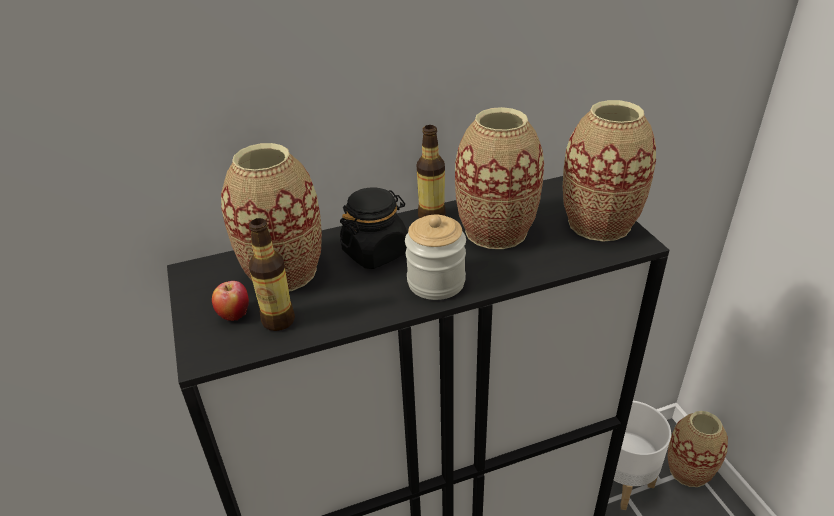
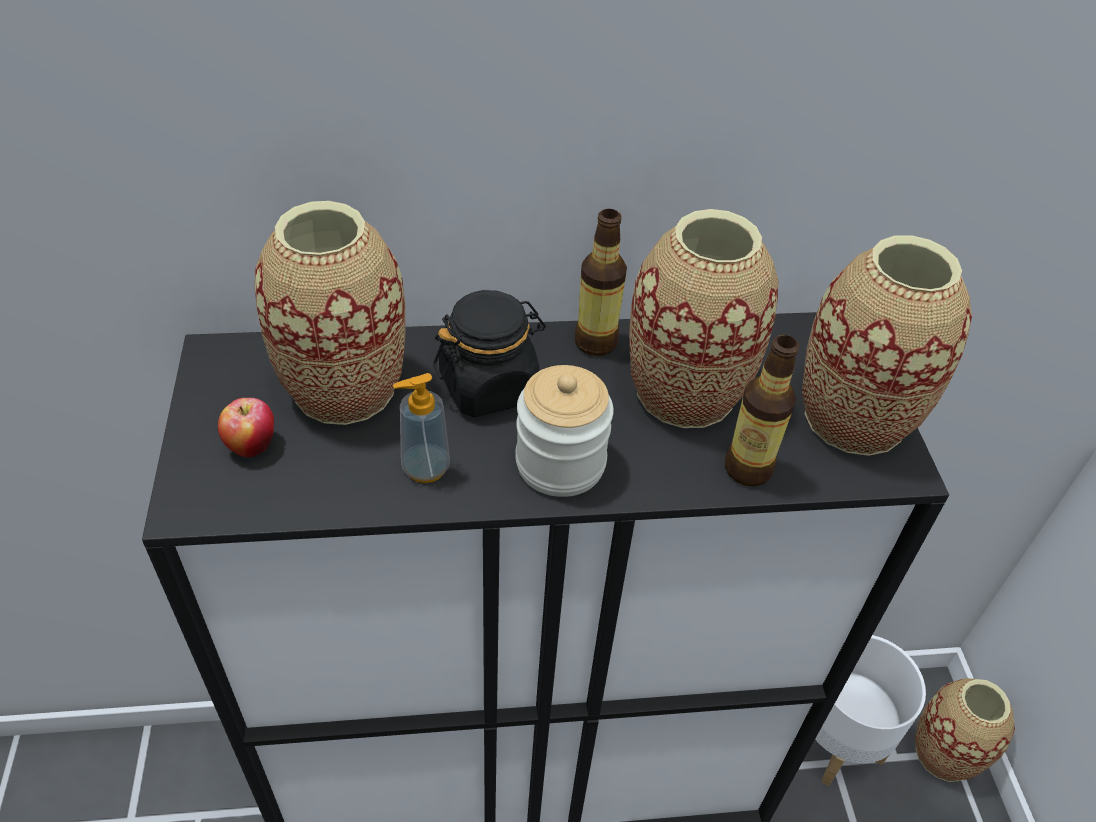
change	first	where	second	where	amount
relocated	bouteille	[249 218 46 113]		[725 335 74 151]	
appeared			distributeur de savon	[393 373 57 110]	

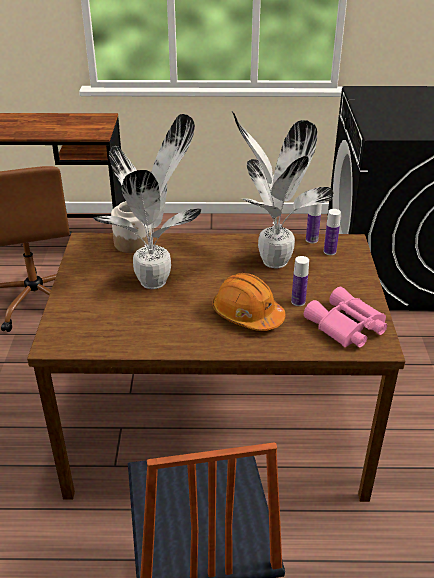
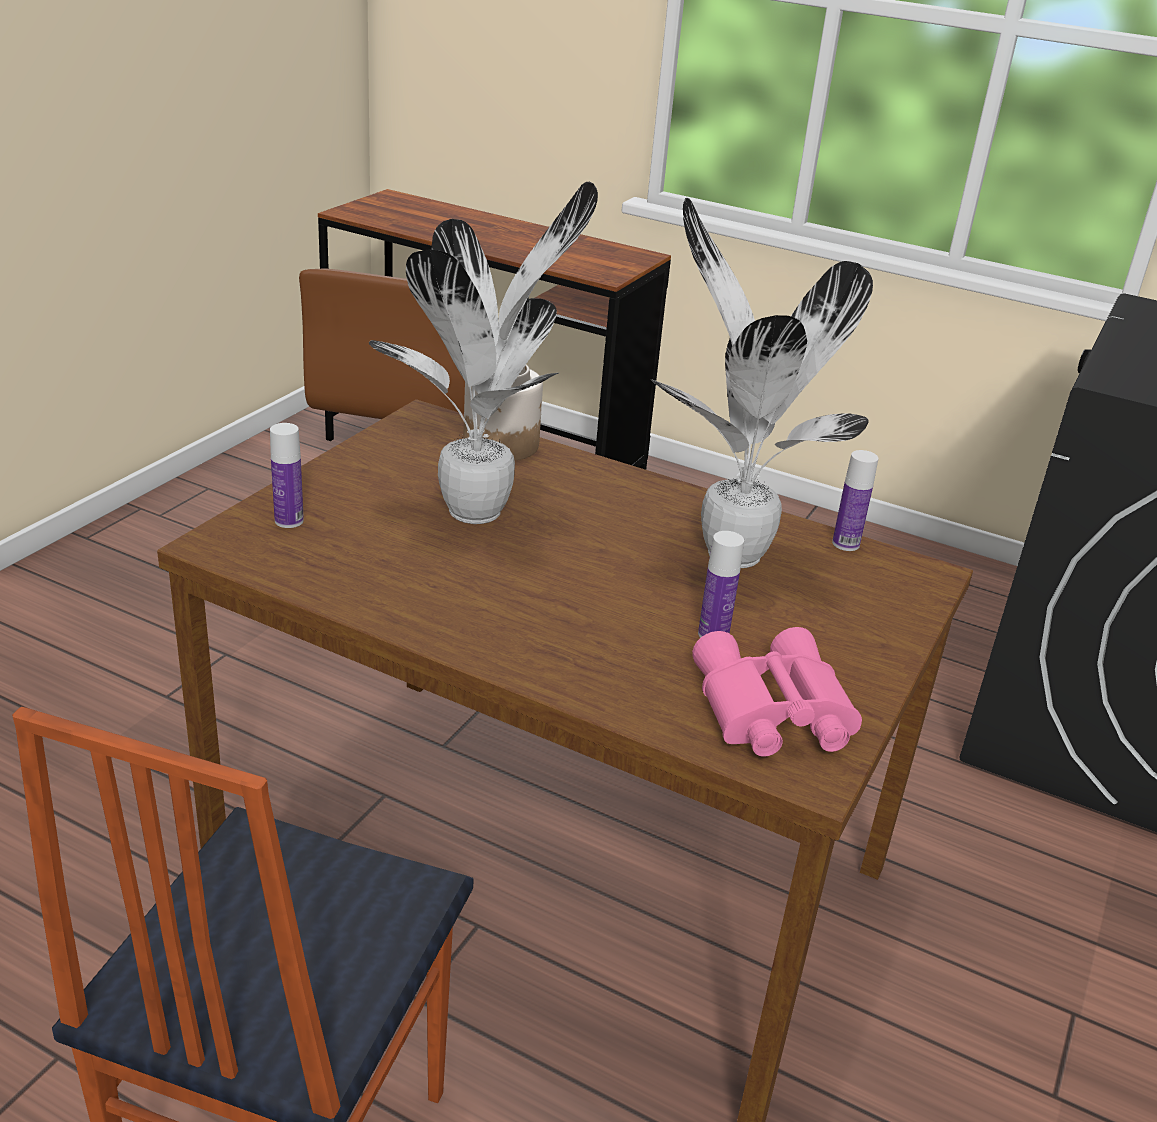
change	first	where	second	where	amount
relocated	bouteille	[324 209 17 46]		[270 423 34 105]	
missing	casque de chantier (orange)	[212 273 74 58]			

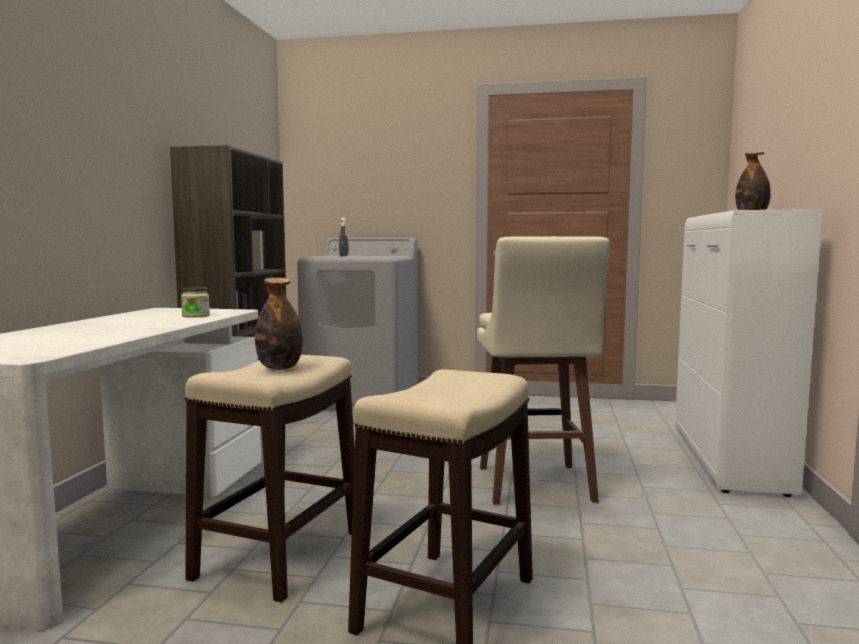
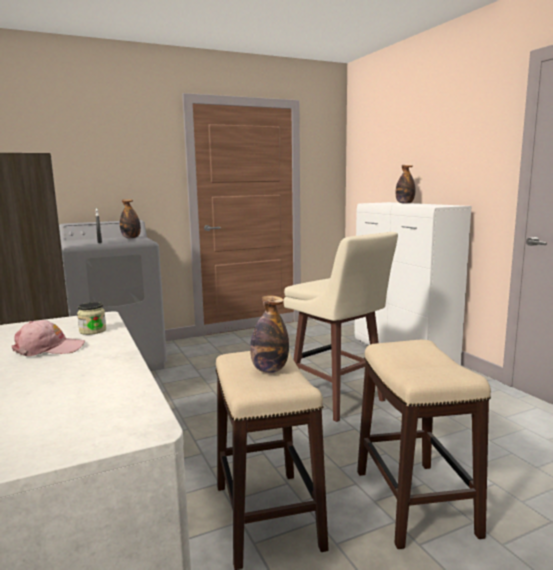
change	first	where	second	where	amount
appeared			bouteille	[120 199 21 40]	
appeared			casquette (rose)	[12 320 73 36]	

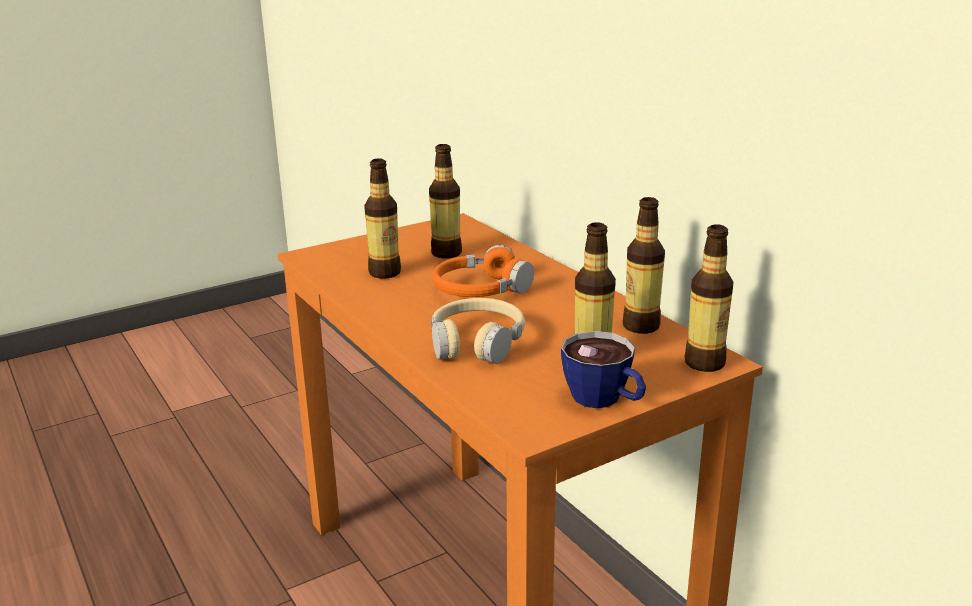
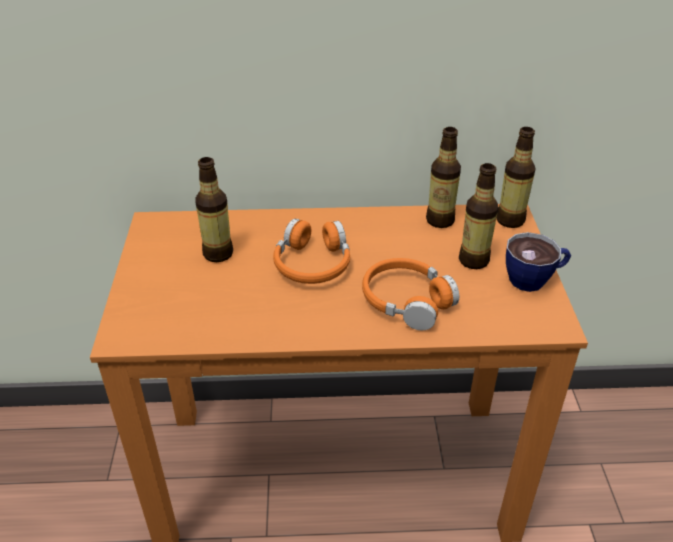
change	first	where	second	where	amount
missing	bouteille	[364 158 37 121]			
colour	casque audio (beige)	[431 298 94 66]	casque audio (orange)	[362 258 97 72]	

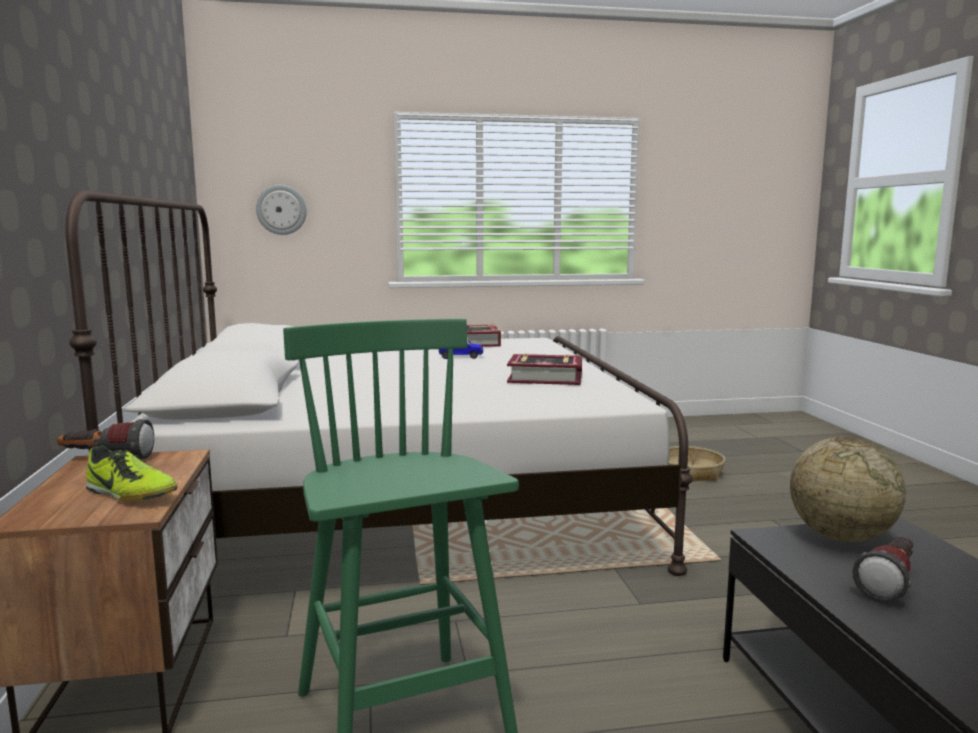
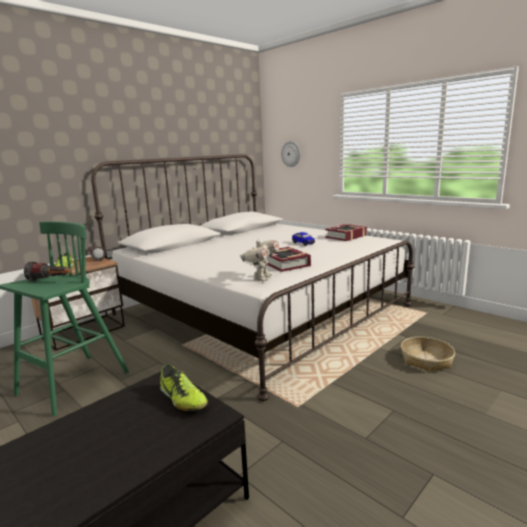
change	first	where	second	where	amount
exchanged	globe	[790 436 116 106]	chaussure	[160 364 48 47]	
relocated	lampe de poche	[852 537 62 66]		[24 261 47 20]	
appeared			robot jouet	[240 236 39 45]	

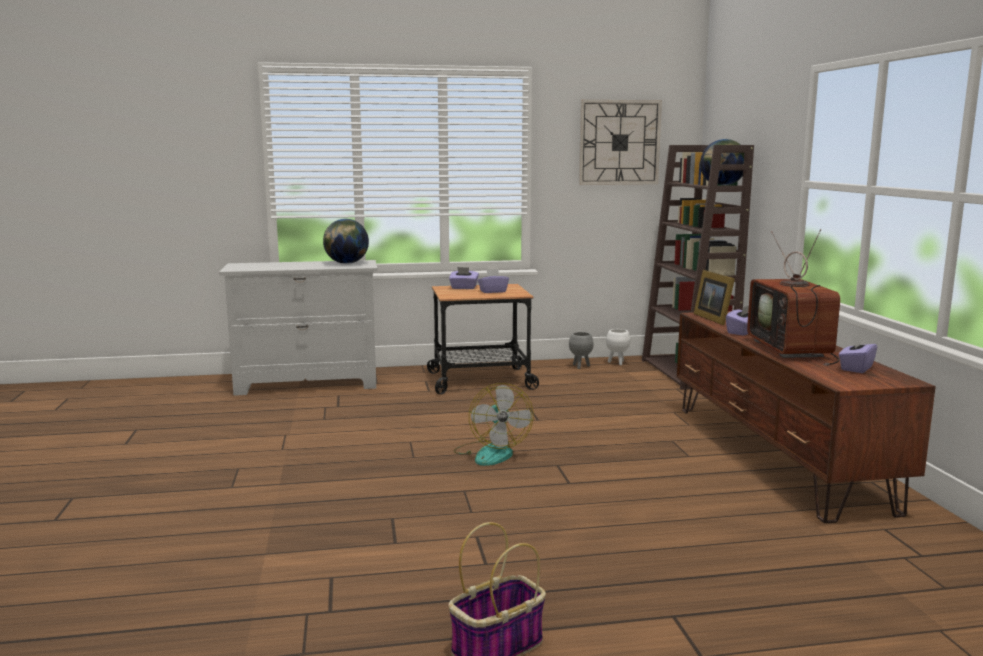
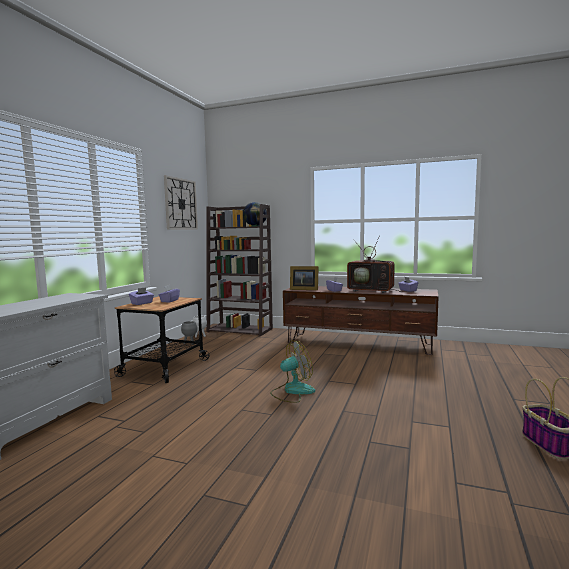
change	first	where	second	where	amount
missing	globe	[323 219 46 45]			
spun	ventilateur	[453 383 80 83]		[270 340 45 63]	45 degrees counterclockwise

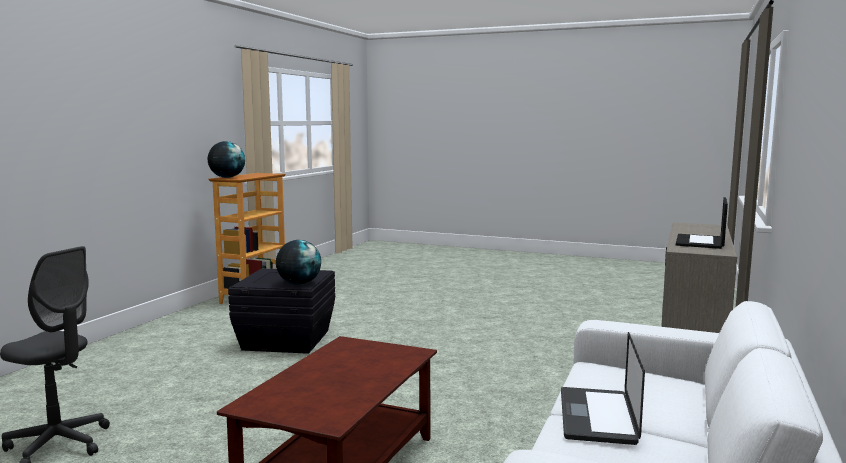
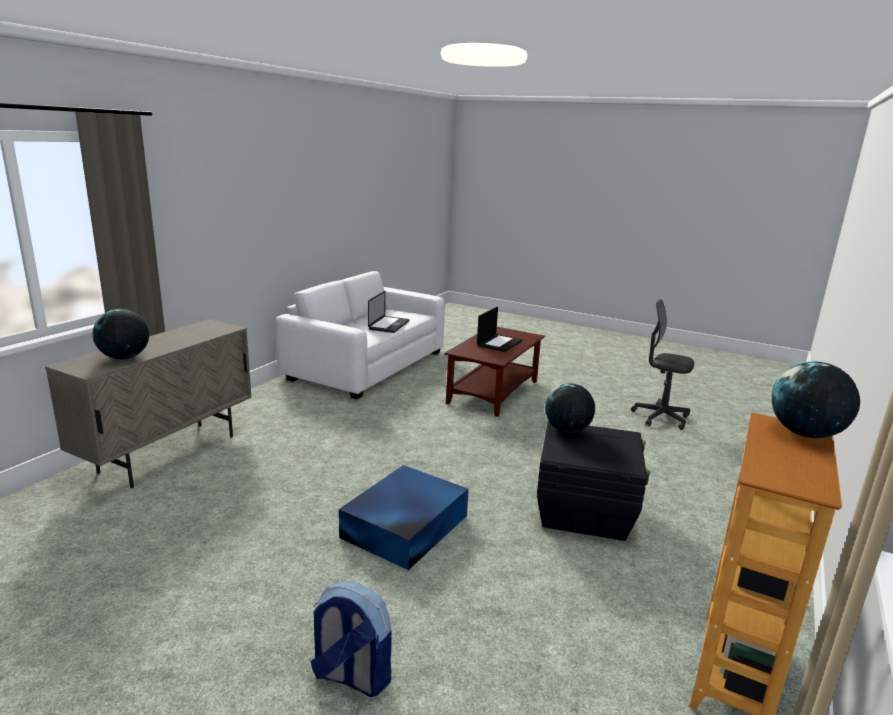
change	first	where	second	where	amount
relocated	ordinateur portable	[676 197 52 52]		[477 307 46 45]	
appeared			globe	[93 309 56 50]	
appeared			boîte de rangement (bleu)	[339 465 130 105]	
appeared			sac à dos	[310 581 82 116]	

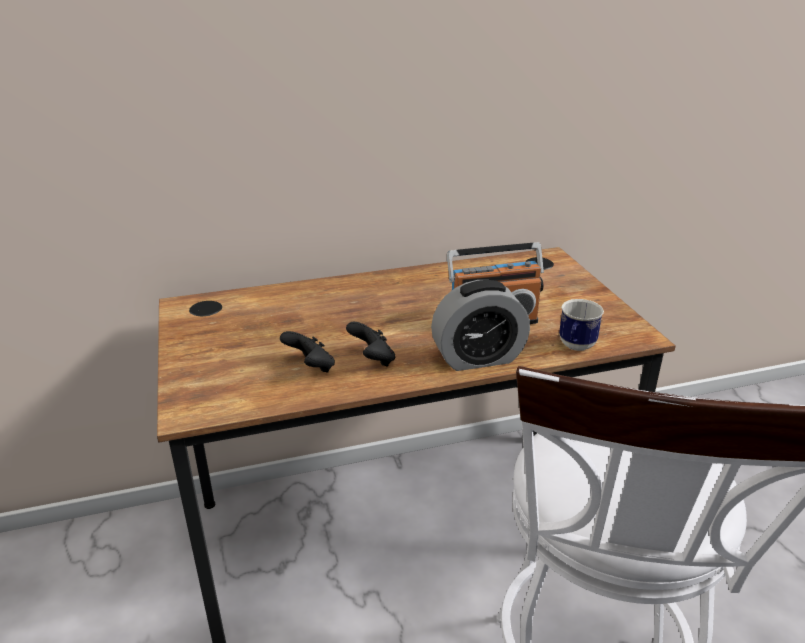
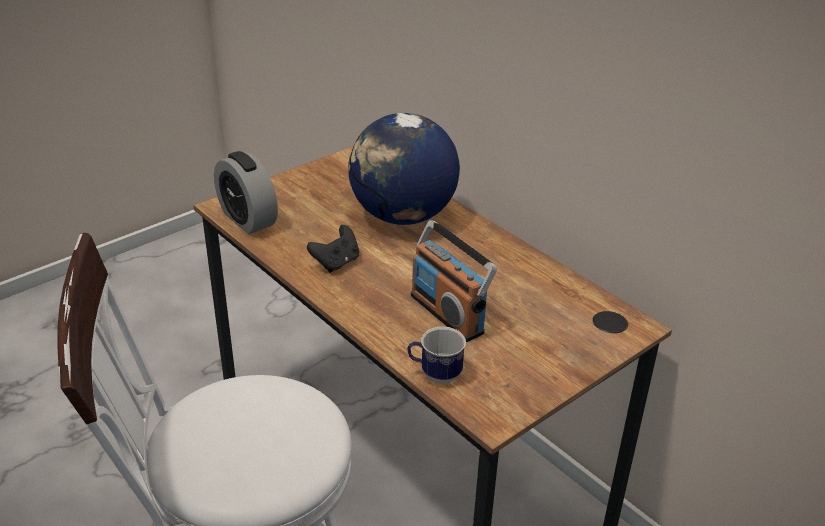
change	first	where	second	where	amount
relocated	réveil	[431 280 99 91]		[214 151 64 83]	
missing	manette (noir)	[280 331 55 42]			
appeared			globe	[348 113 112 112]	

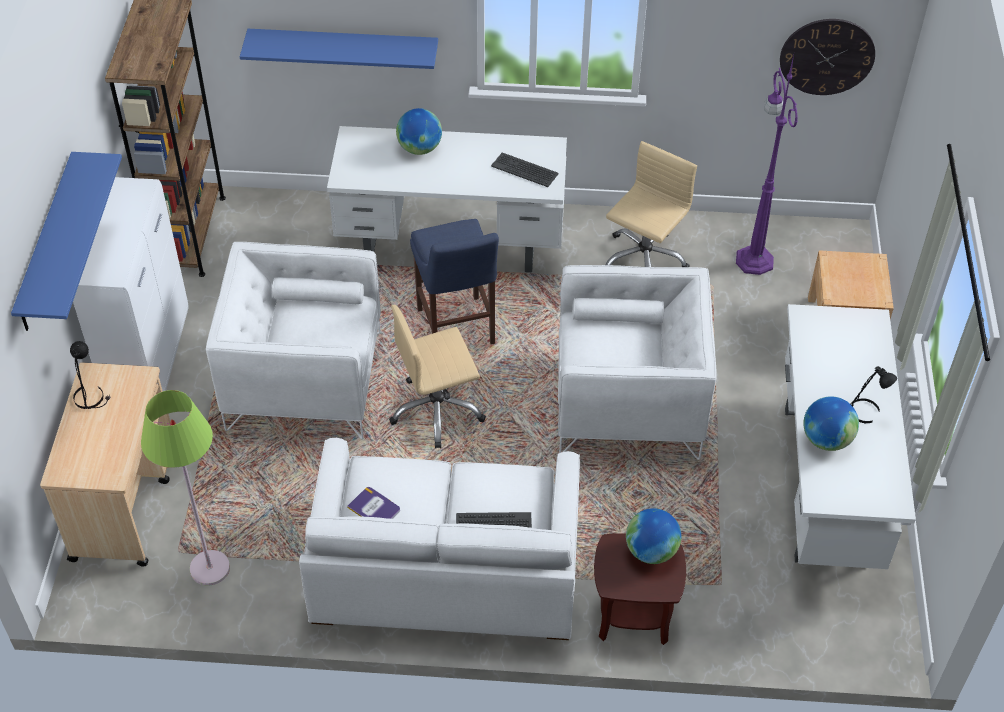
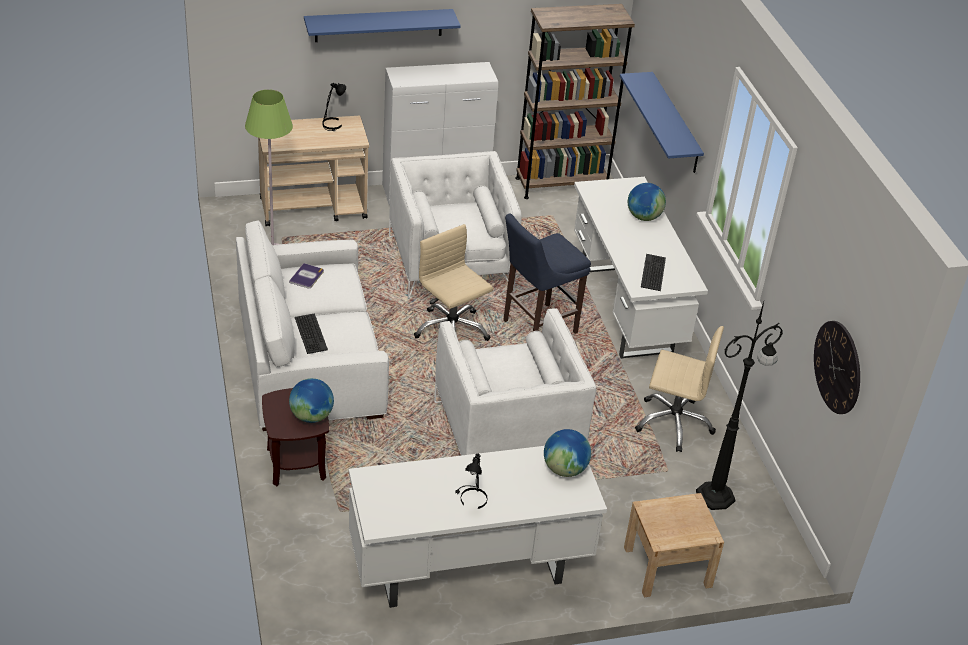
change	first	where	second	where	amount
colour	lampadaire (violet)	[736 55 62 220]	lampadaire (noir)	[696 302 87 208]	
relocated	globe	[803 396 56 55]		[544 429 47 48]	

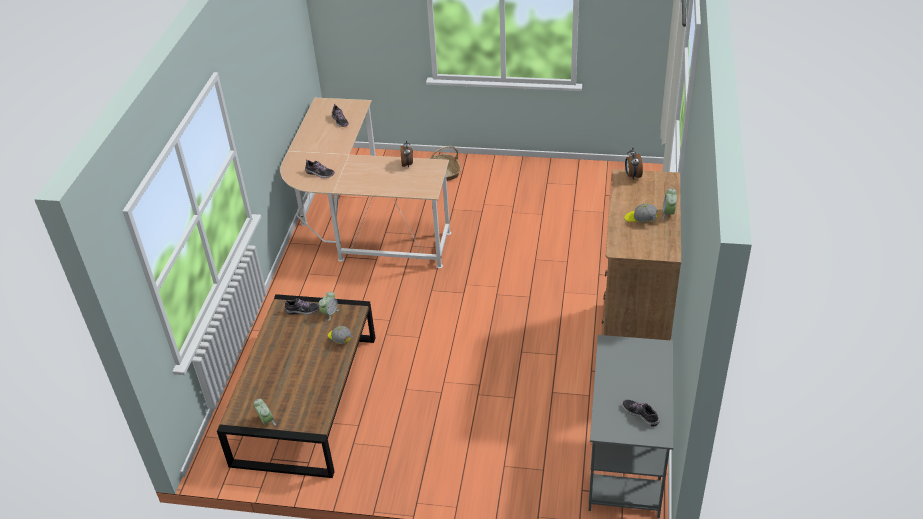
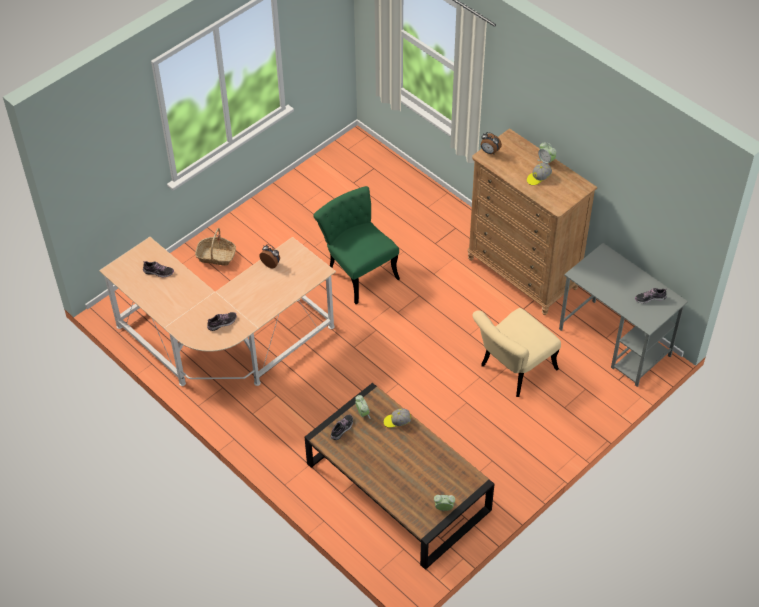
change	first	where	second	where	amount
appeared			chaise (vert)	[313 186 87 118]	
appeared			chaise (beige)	[473 308 88 89]	

